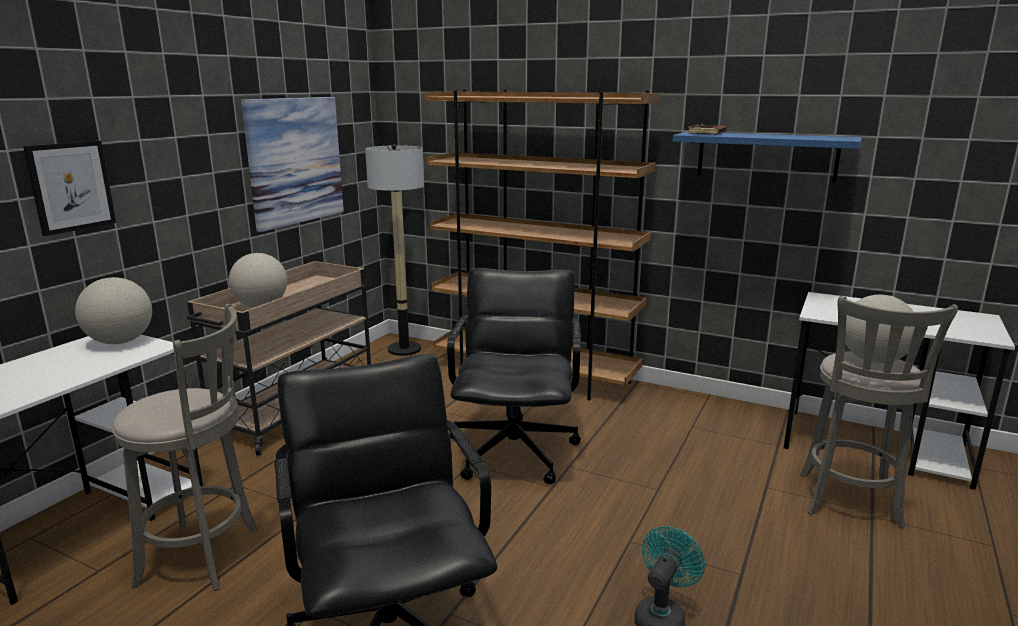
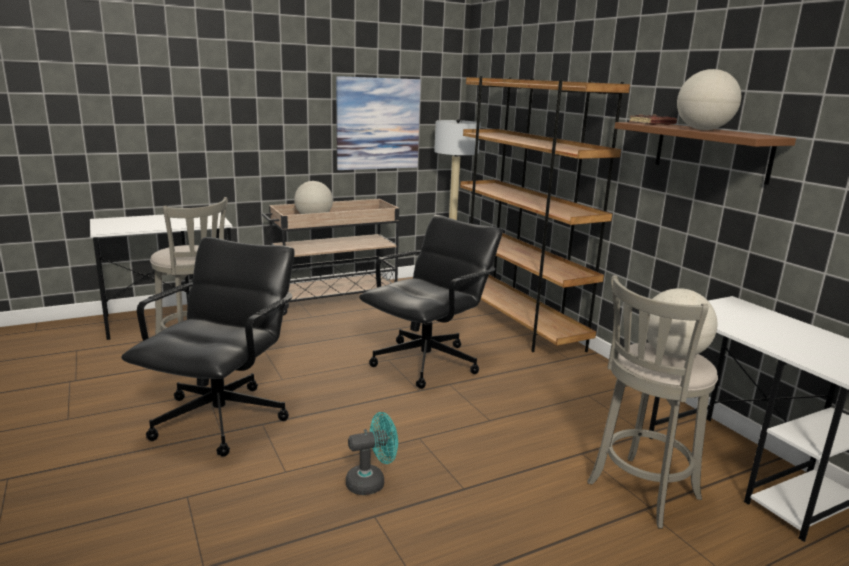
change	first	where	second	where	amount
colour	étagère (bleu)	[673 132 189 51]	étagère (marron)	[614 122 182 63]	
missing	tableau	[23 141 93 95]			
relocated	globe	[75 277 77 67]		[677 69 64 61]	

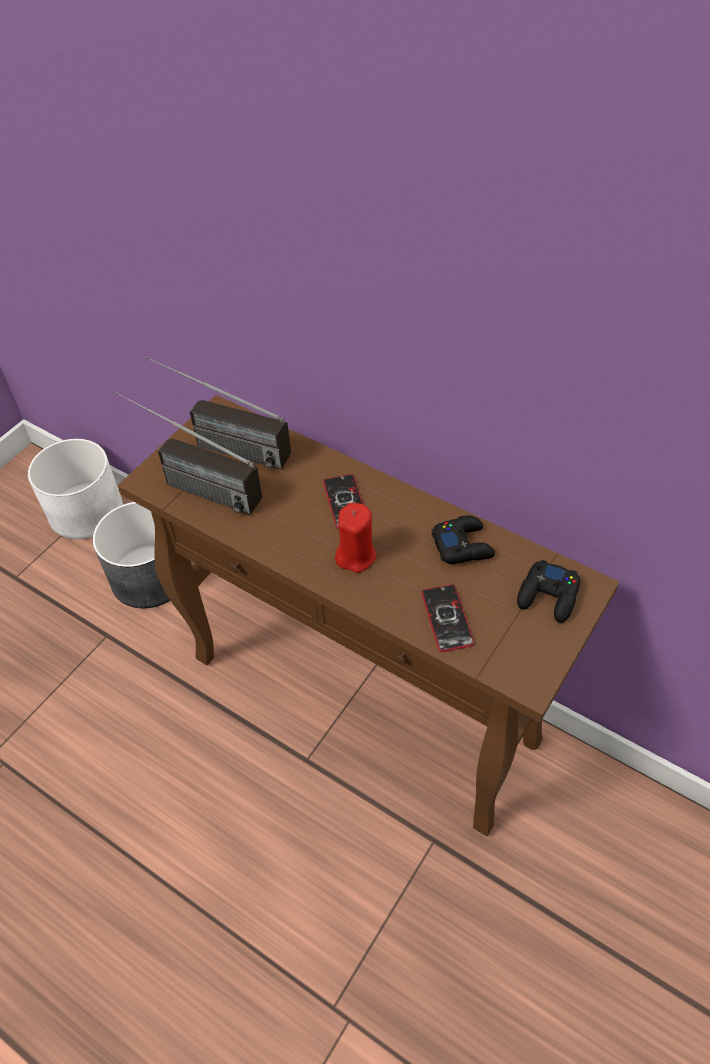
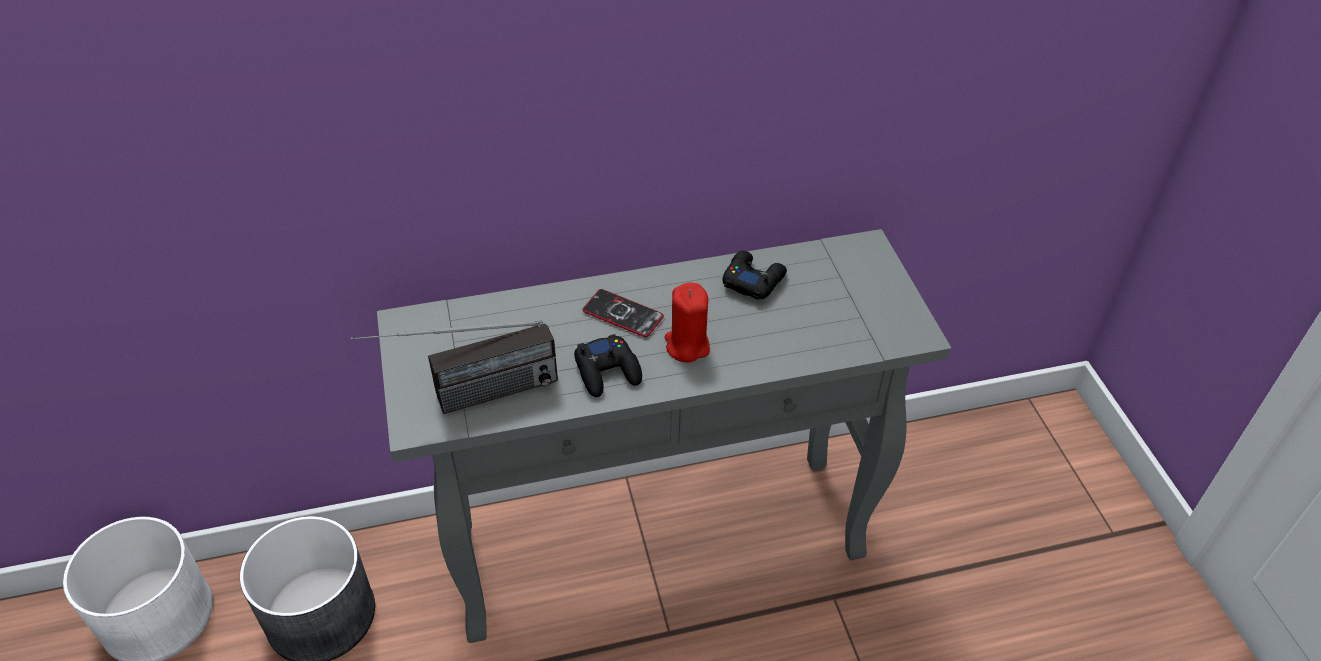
change	first	where	second	where	amount
missing	radio	[146 357 145 113]			
colour	table console (marron)	[118 395 501 441]	table console (gris)	[377 229 574 414]	
relocated	manette (noir)	[517 559 63 64]		[574 334 68 63]	
missing	téléphone	[421 584 53 68]			

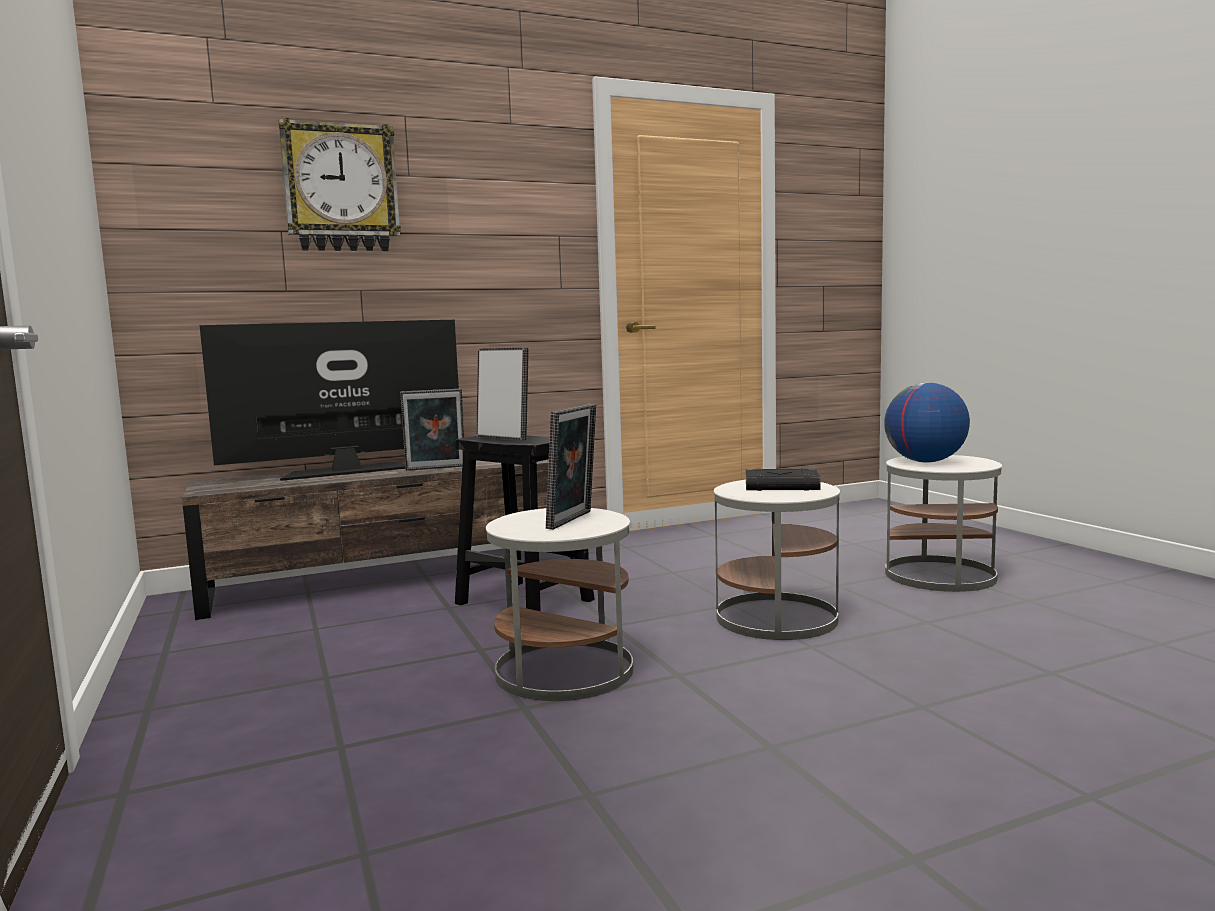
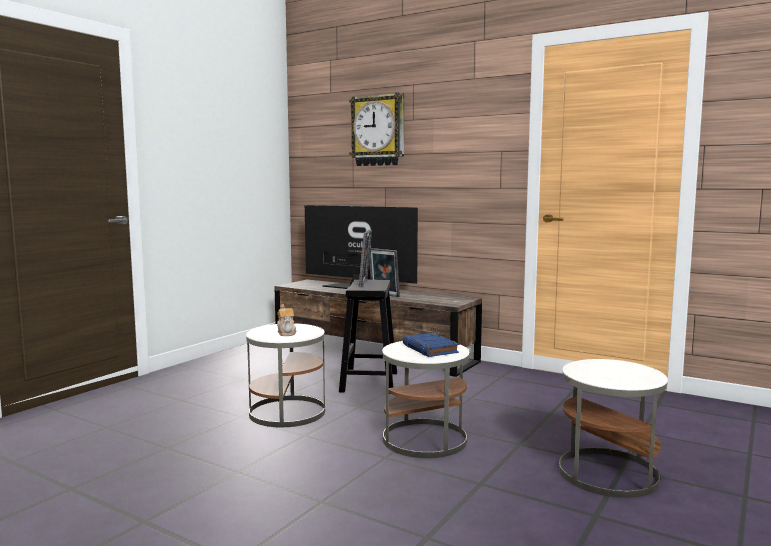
change	first	where	second	where	amount
missing	globe	[884 383 86 80]			
exchanged	cadre photo	[546 404 50 126]	théière	[277 304 19 32]	
colour	livre (noir)	[746 468 75 23]	livre (bleu)	[403 333 56 24]	

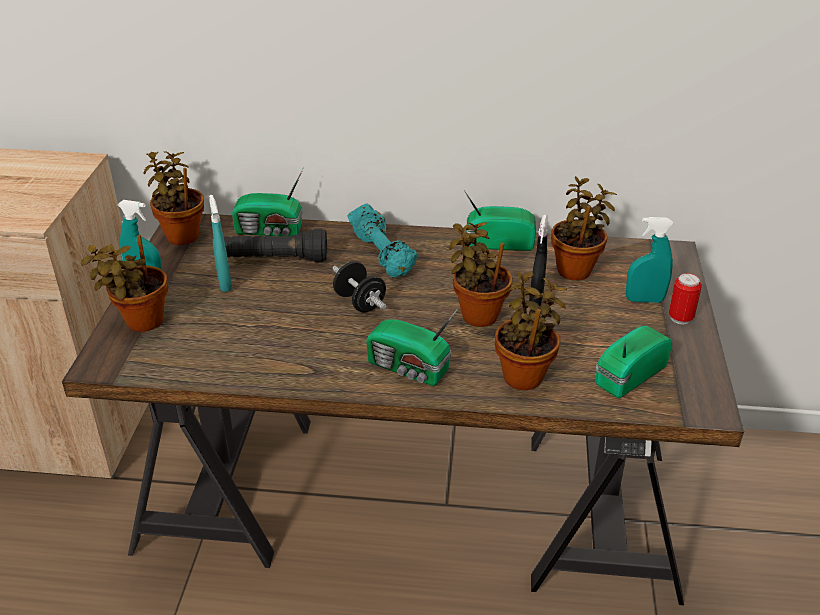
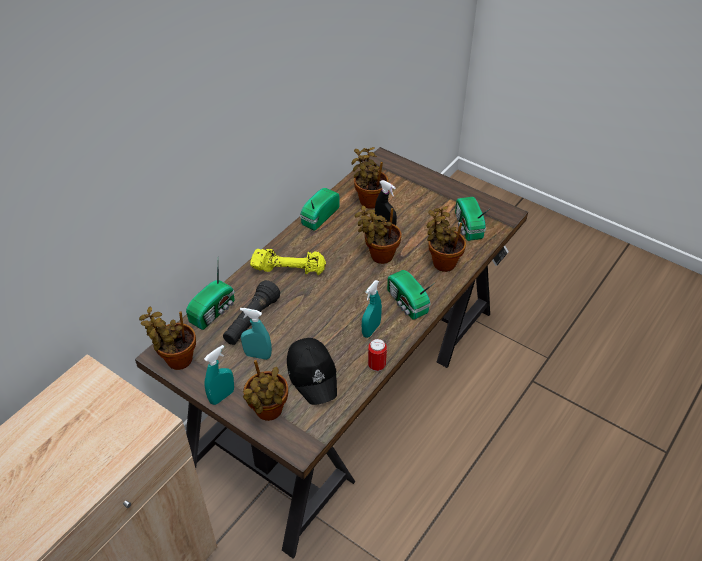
change	first	where	second	where	amount
colour	haltère (turquoise)	[348 203 69 75]	haltère (jaune)	[250 249 76 26]	
relocated	vaporisateur (turquoise)	[626 217 47 86]		[362 280 20 58]	
missing	haltère (noir)	[333 261 54 52]			
relocated	boîte métallique	[669 273 33 51]		[368 339 19 32]	
spun	radio	[366 309 92 77]		[387 270 47 50]	90 degrees clockwise
appeared			casquette (noir)	[287 338 50 67]	

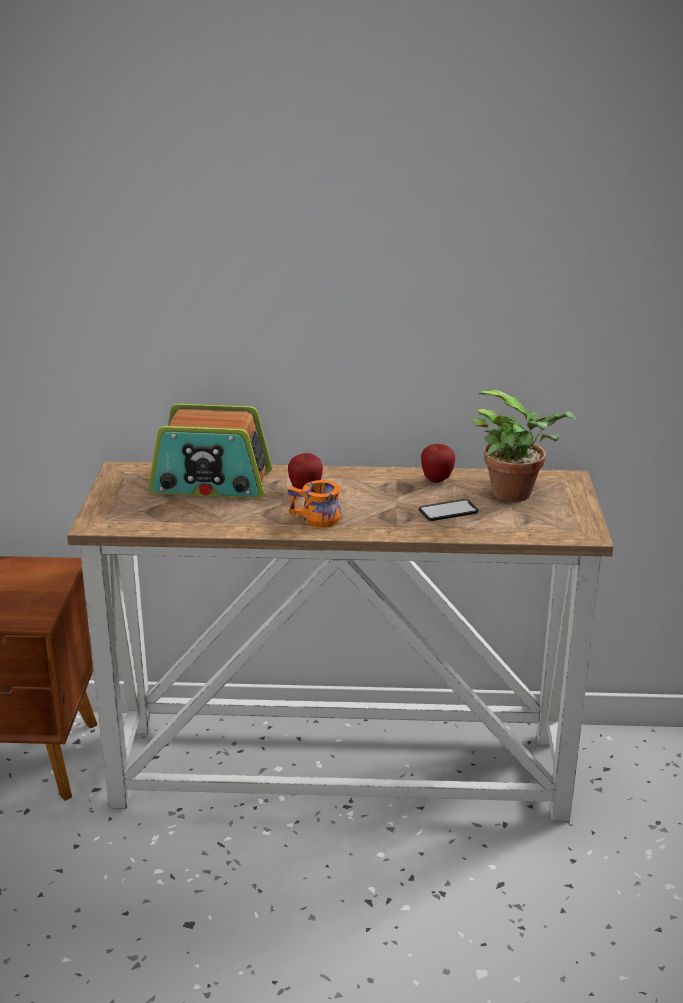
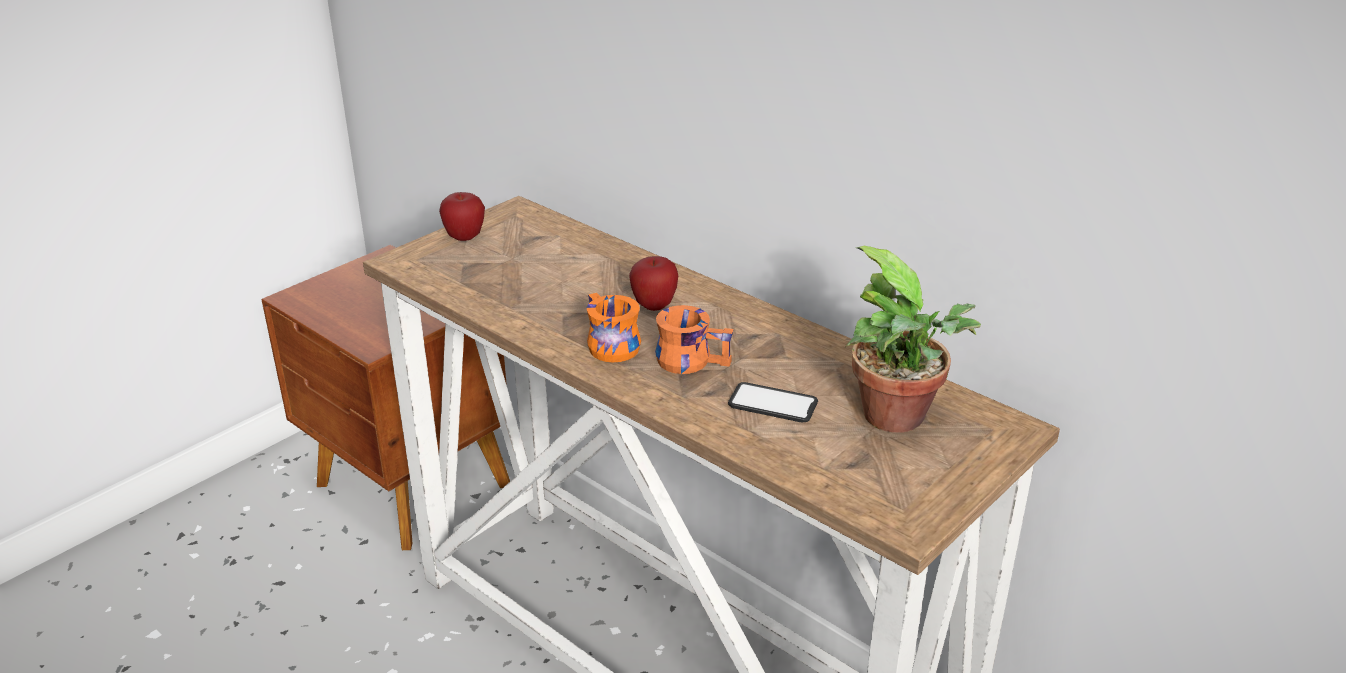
change	first	where	second	where	amount
missing	radio	[148 403 124 95]			
relocated	pomme	[421 444 34 39]		[439 192 46 49]	
appeared			mug (orange)	[655 305 79 69]	

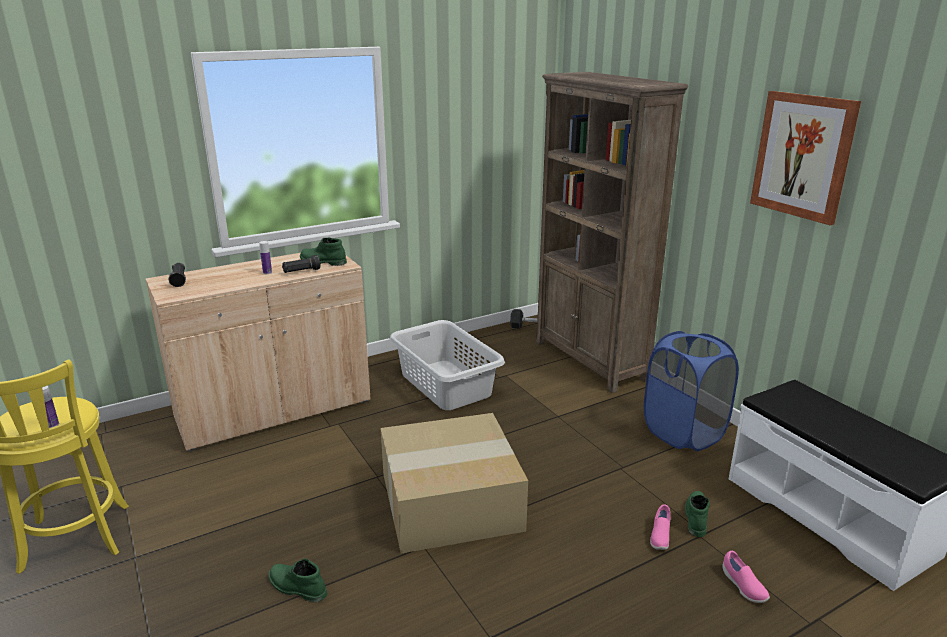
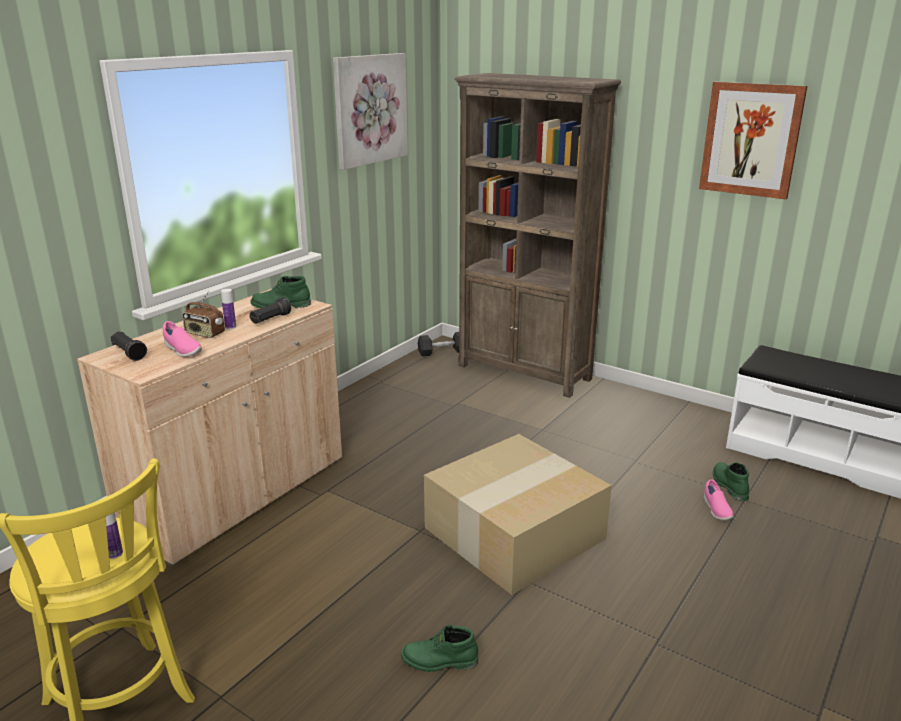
change	first	where	second	where	amount
missing	panier à linge (gris)	[390 320 115 90]			
missing	panier à linge (bleu)	[644 331 95 120]			
relocated	chaussure (rose)	[723 551 47 52]		[163 321 39 36]	
appeared			tableau	[333 53 75 117]	
appeared			radio	[182 291 43 47]	

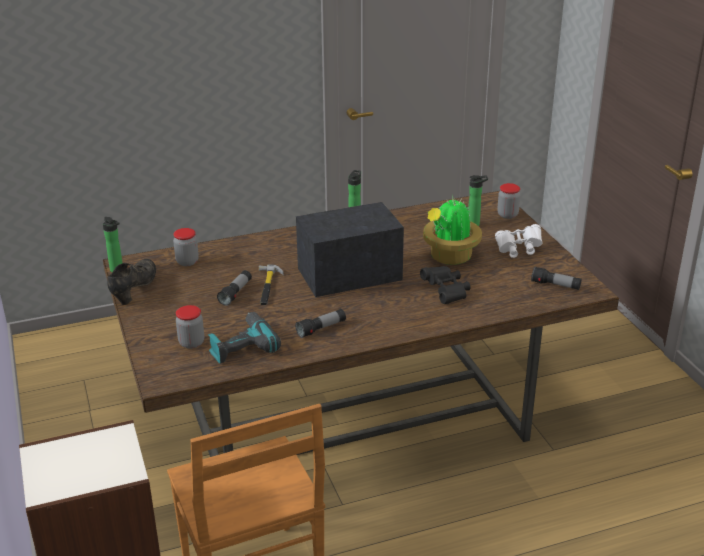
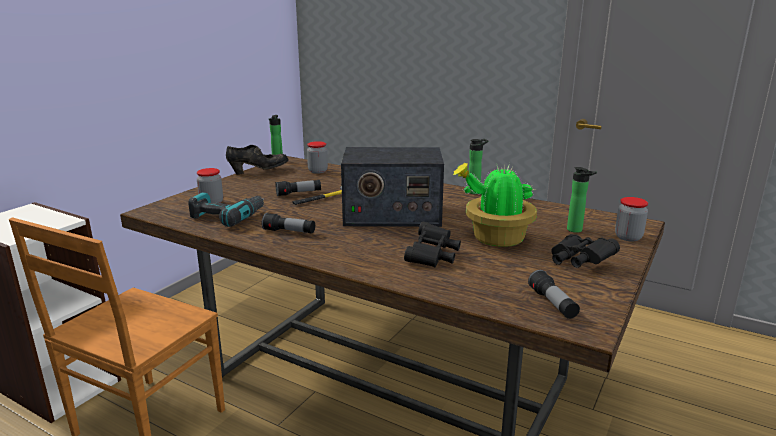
change	first	where	second	where	amount
spun	radio	[296 202 108 95]		[341 147 103 80]	150 degrees clockwise
colour	jumelles (blanc)	[495 224 48 34]	jumelles (noir)	[551 234 69 34]	

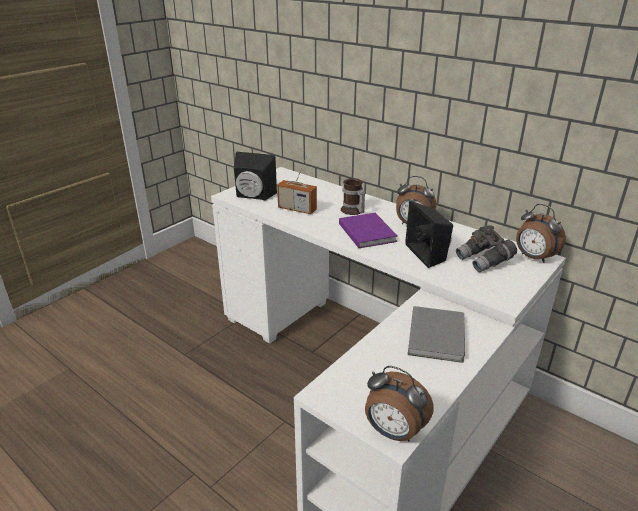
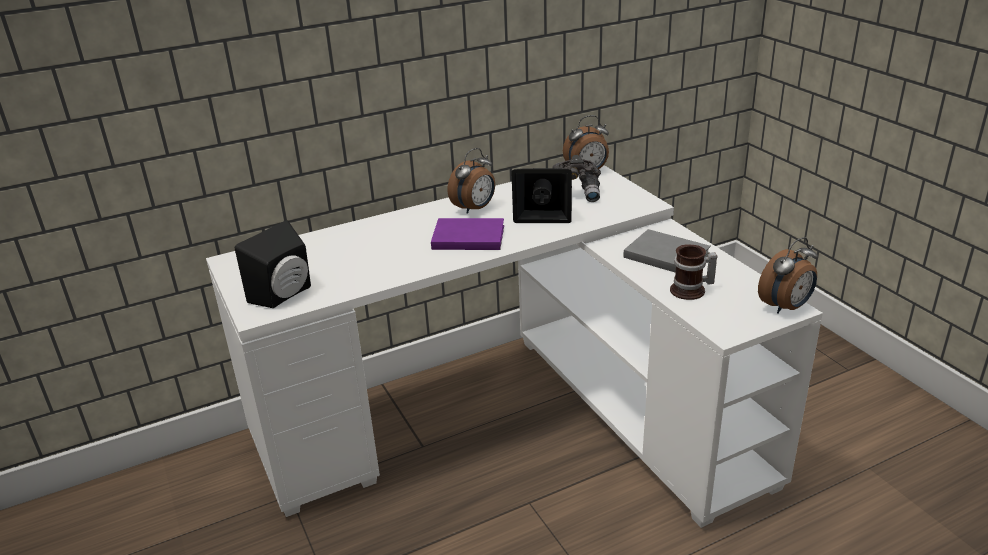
change	first	where	second	where	amount
missing	radio	[277 156 40 58]			
relocated	mug	[341 178 25 37]		[670 244 47 56]	

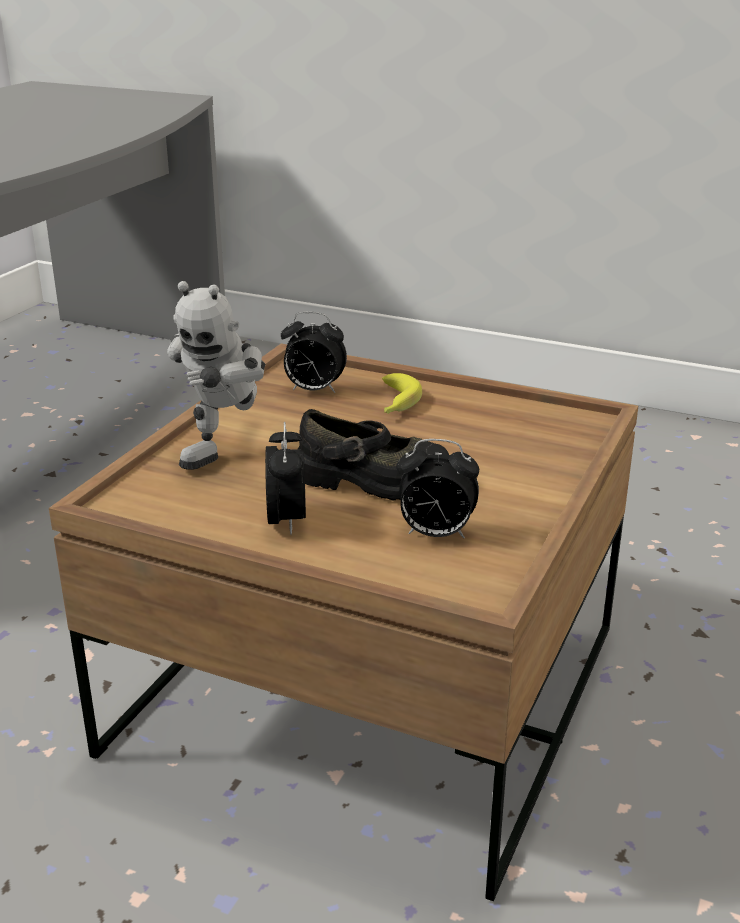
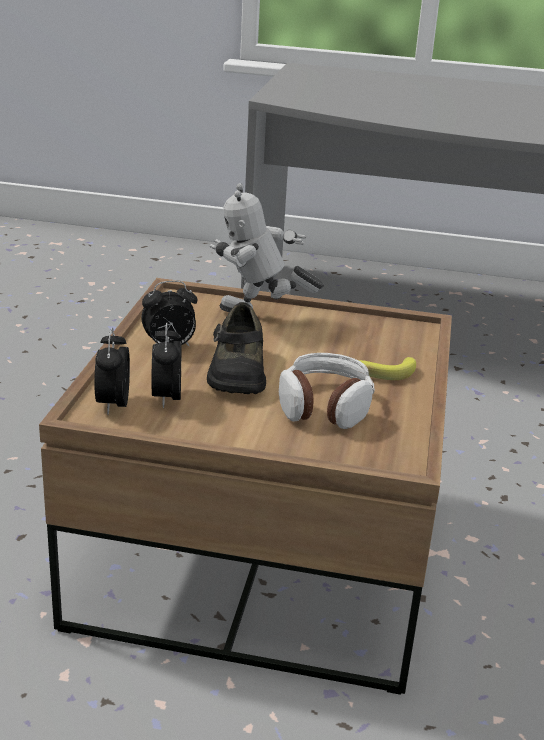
change	first	where	second	where	amount
relocated	réveil	[281 312 66 81]		[94 328 36 87]	
appeared			casque audio	[279 353 96 76]	

